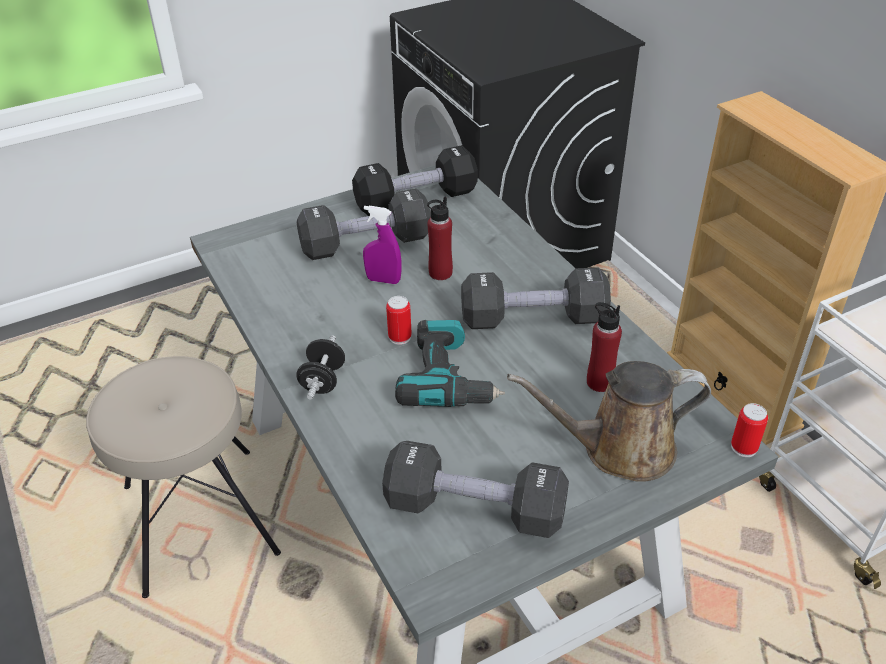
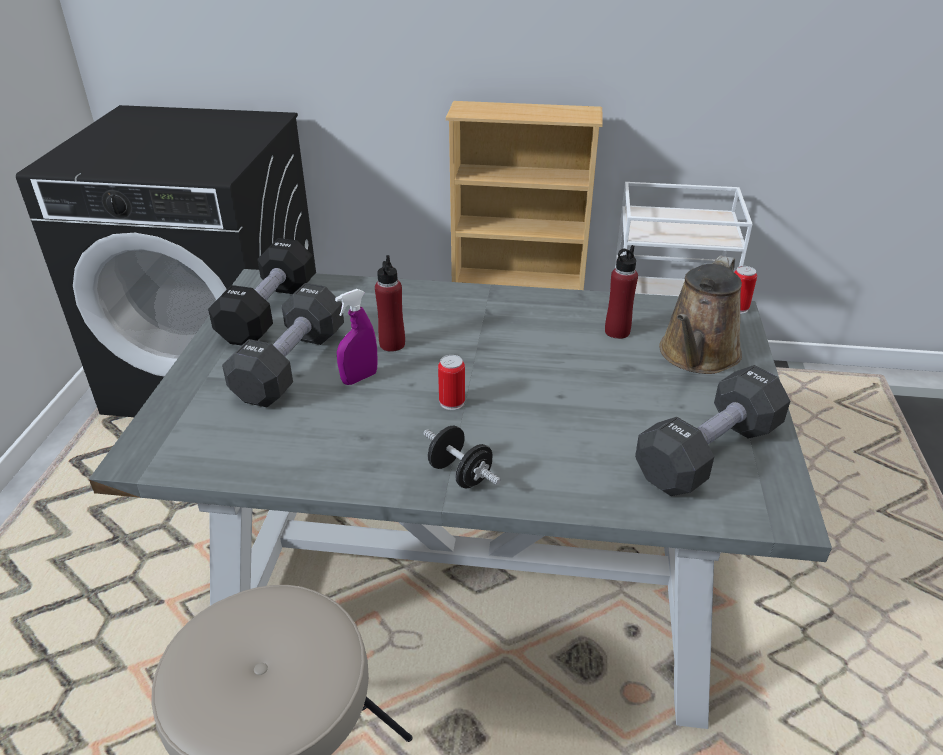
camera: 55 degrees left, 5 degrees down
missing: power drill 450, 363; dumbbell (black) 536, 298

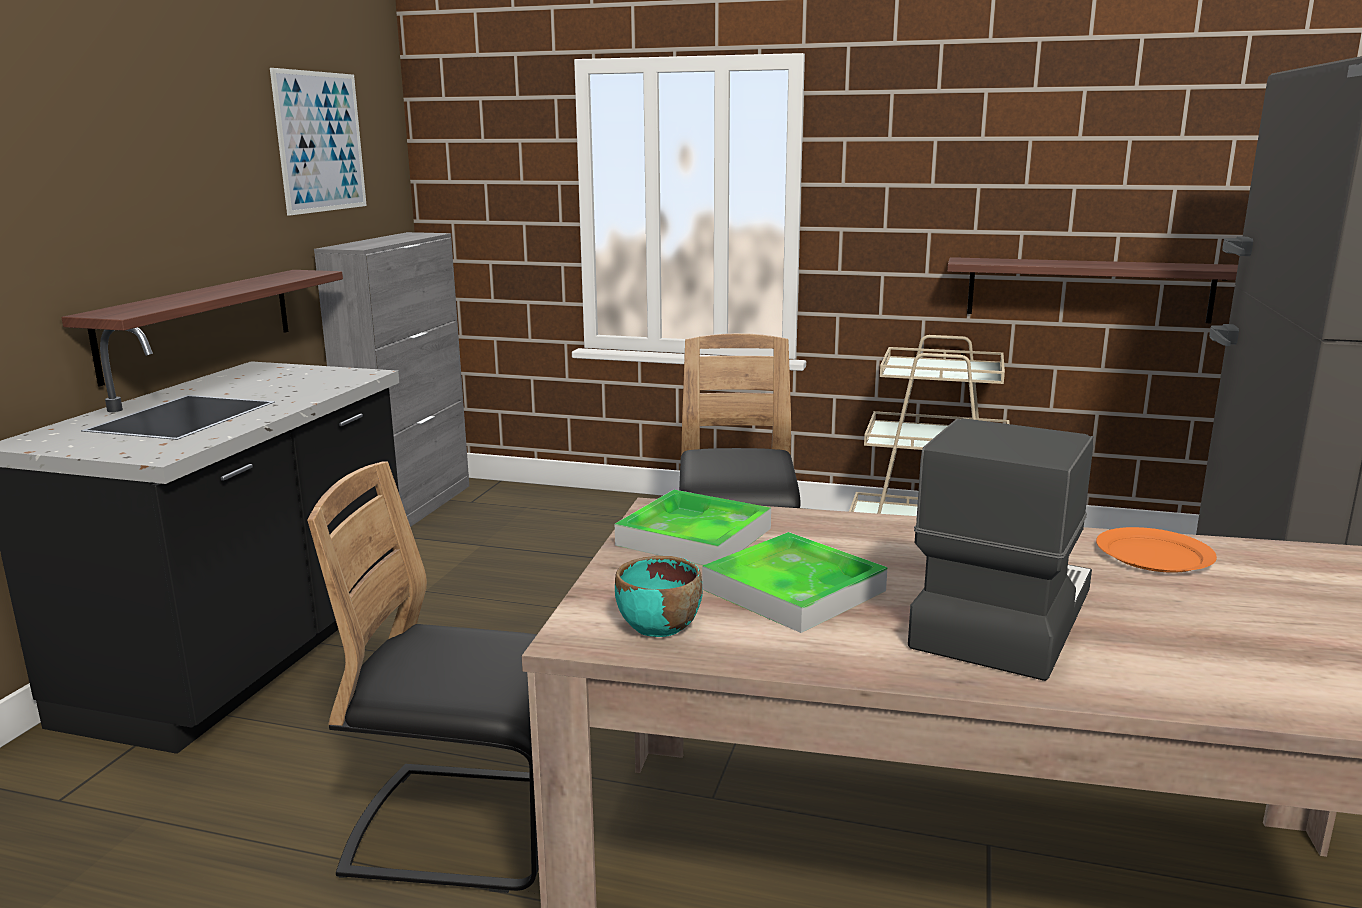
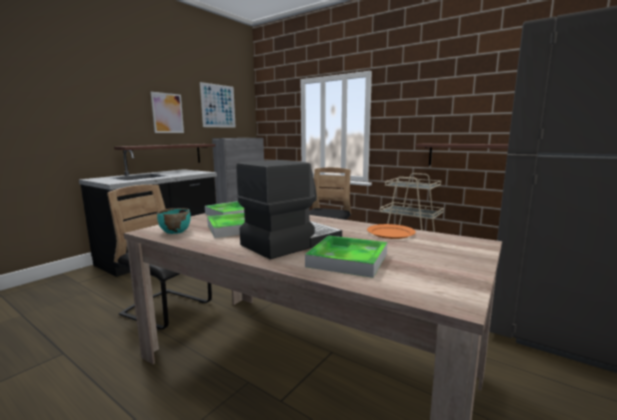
camera: 20 degrees right, 5 degrees down
appeared: wall picture 167, 112; serving tray 346, 257

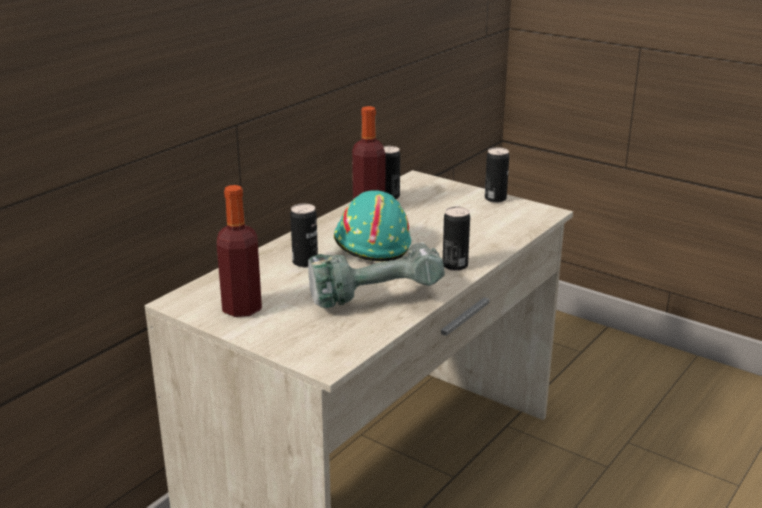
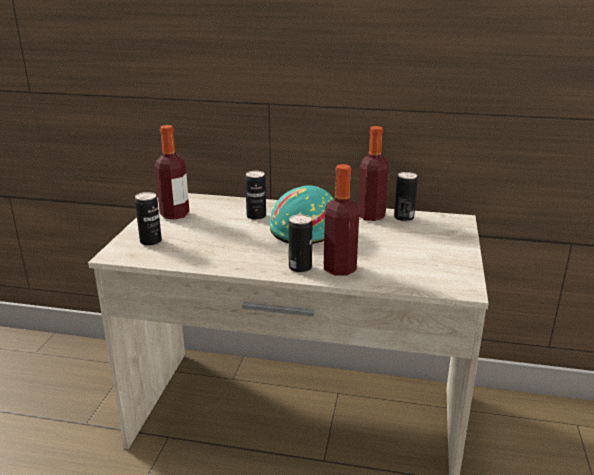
camera: 65 degrees right, 0 degrees up
missing: power drill 376, 275
appeared: bottle 341, 220
relocated: sealed can 497, 175 to 148, 219

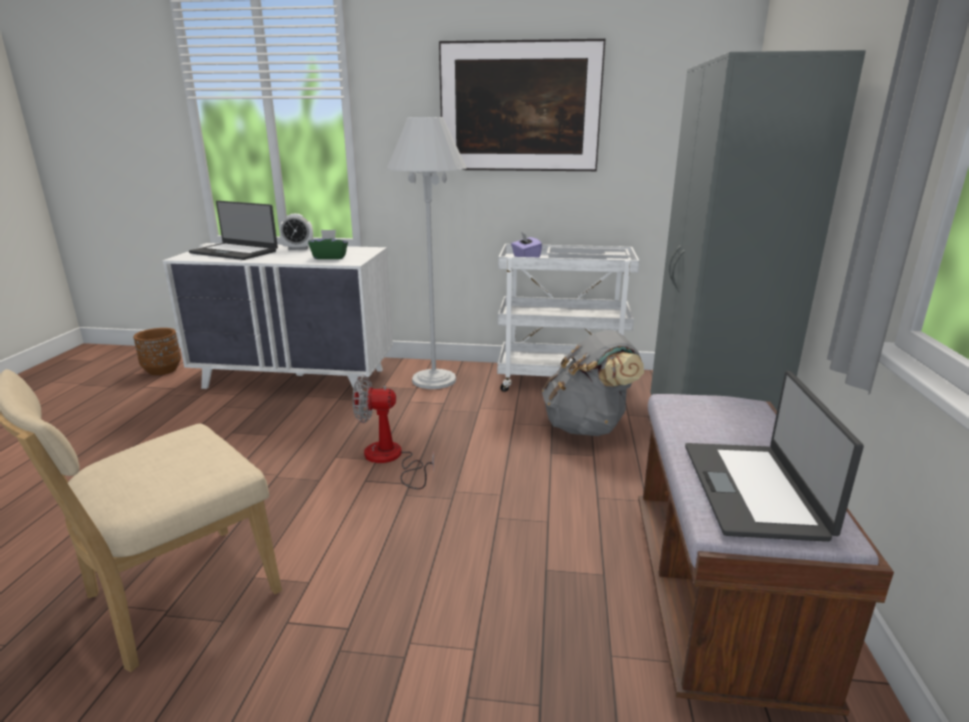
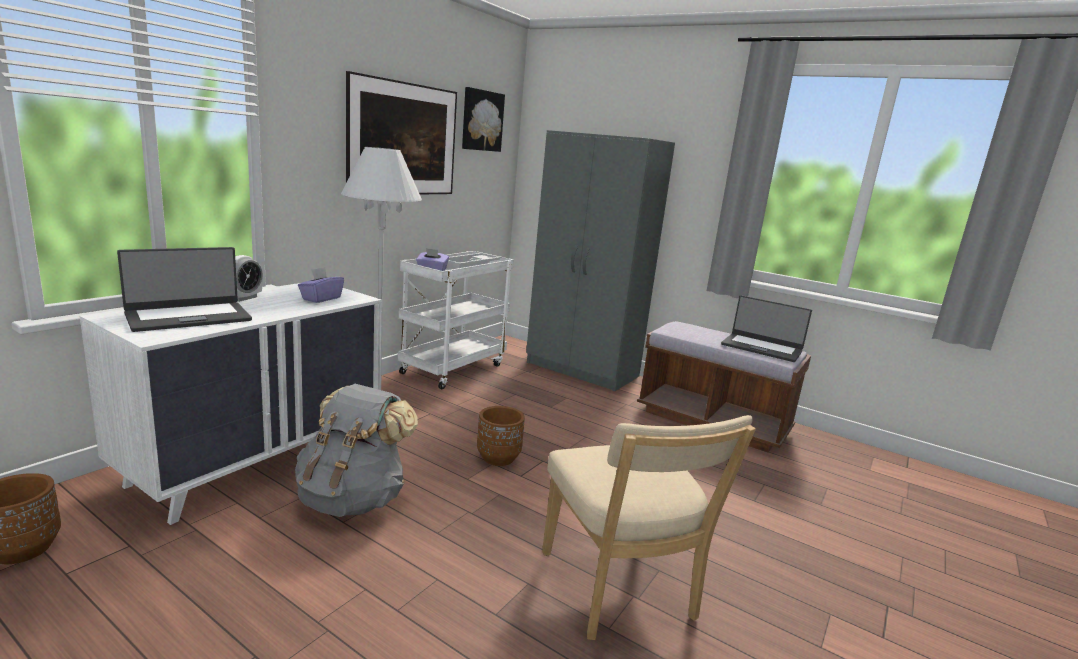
camera: 65 degrees left, 5 degrees down
appeared: wall picture 483, 119
relocated: backpack (grey) 593, 383 to 356, 450
exchanged: cooling fan 393, 432 to flower pot (brown) 501, 436
colour: box of tissues (green-coloured) 328, 244 to box of tissues (purple-coloured) 321, 285

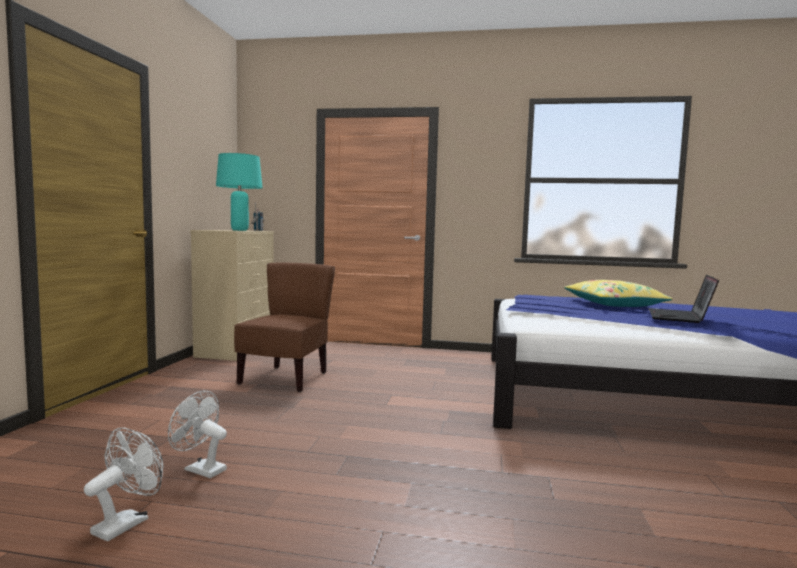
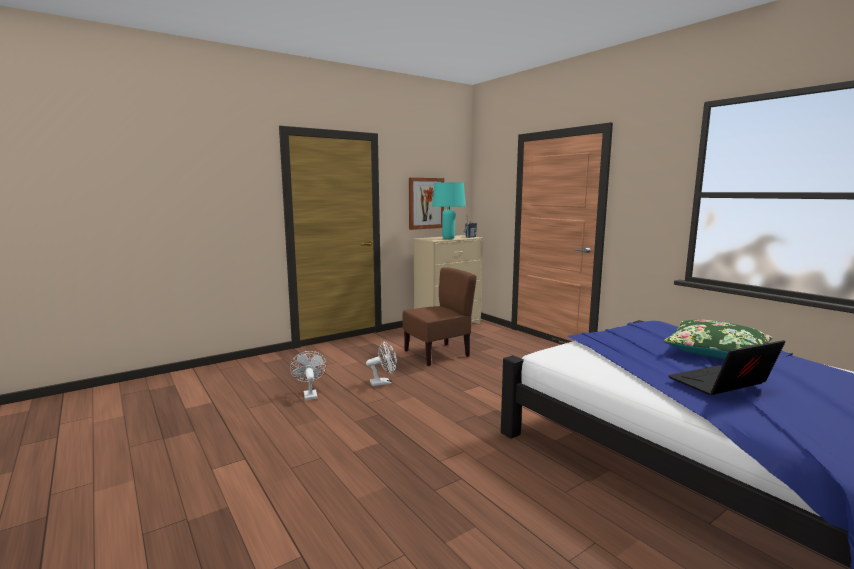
camera: 45 degrees right, 5 degrees up
appeared: wall picture 426, 204
relocated: cooling fan (white) 123, 484 to 381, 363
colour: cushion (yellowish) 618, 293 to cushion (green-coloured) 718, 340

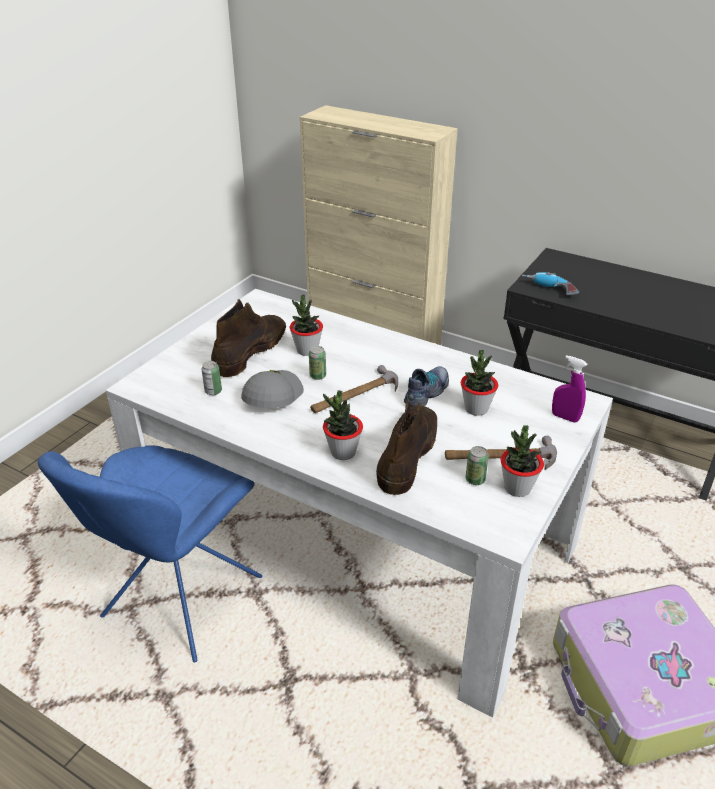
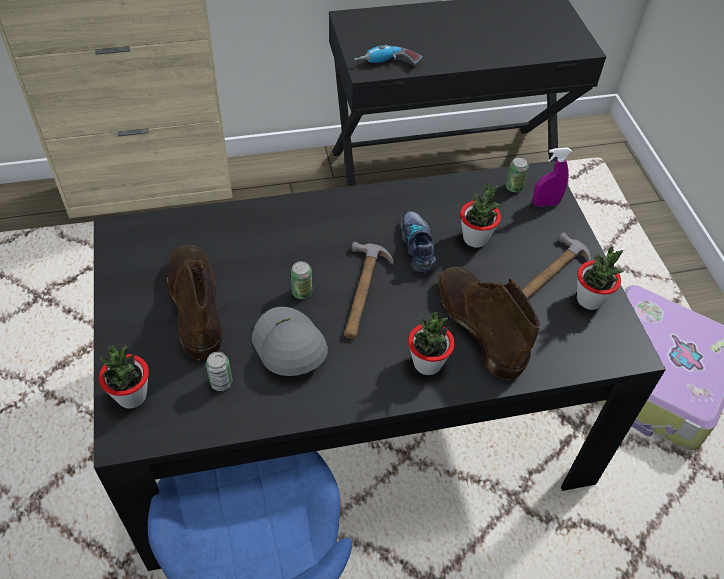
camera: 45 degrees left, 15 degrees up
relocated: houseplant 306, 325 to 124, 376; sealed can 477, 465 to 517, 174
colour: dining table (white) 359, 503 to dining table (black) 380, 366

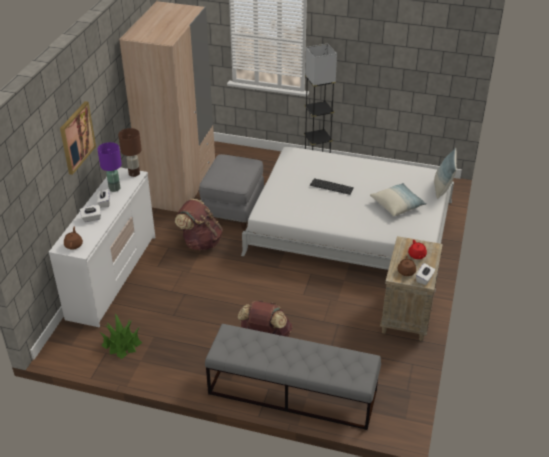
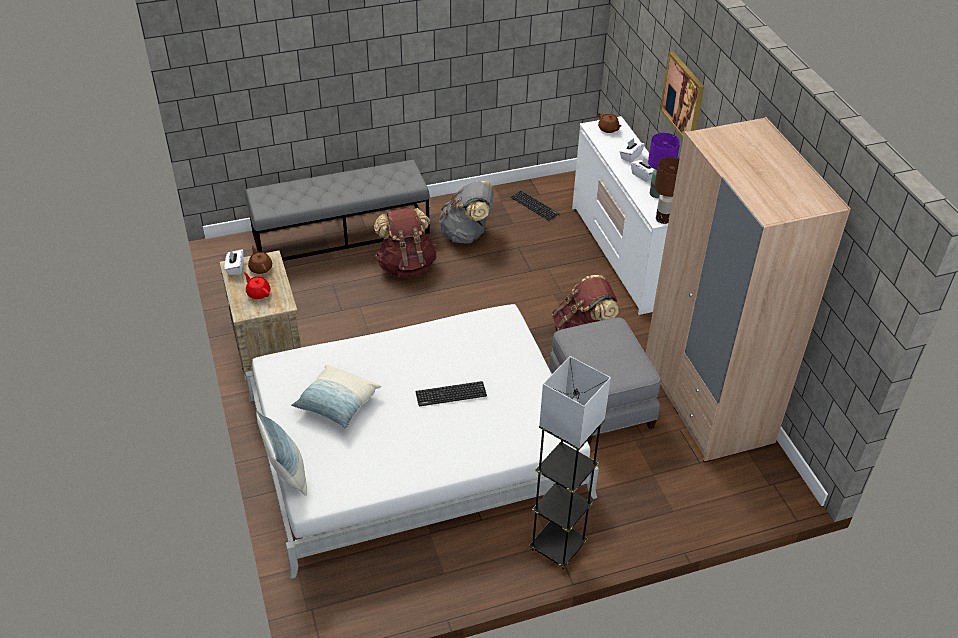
camera: 145 degrees right, 5 degrees up
appeared: backpack (grey) 466, 212
exchanged: houseplant 121, 336 to computer keyboard 535, 205

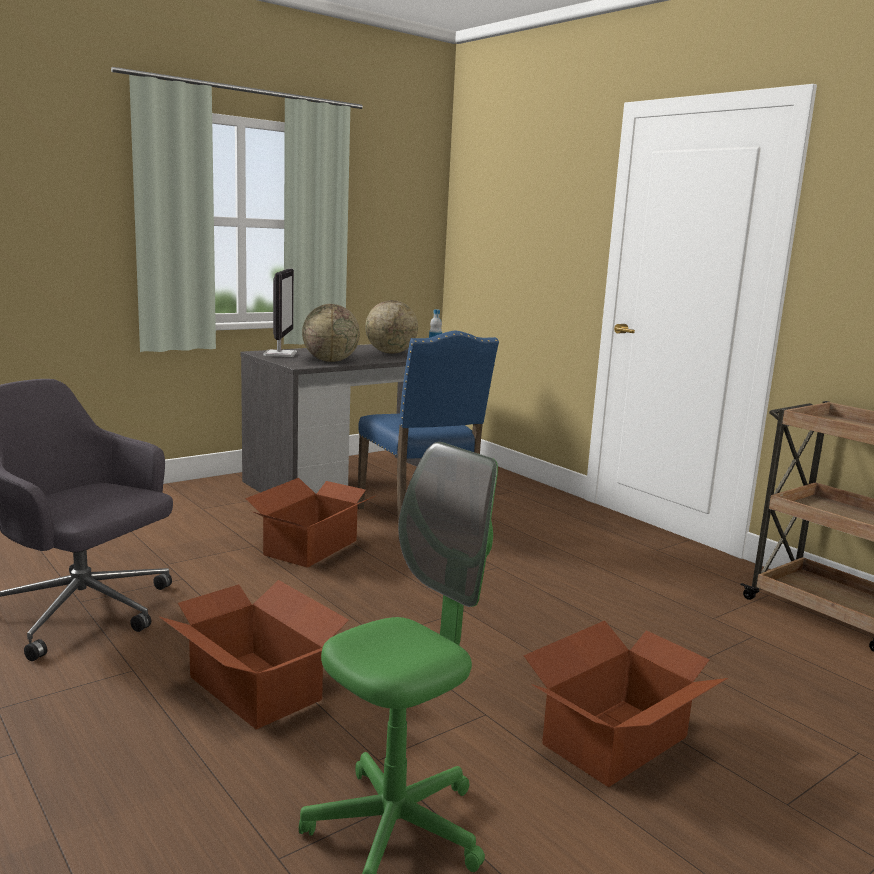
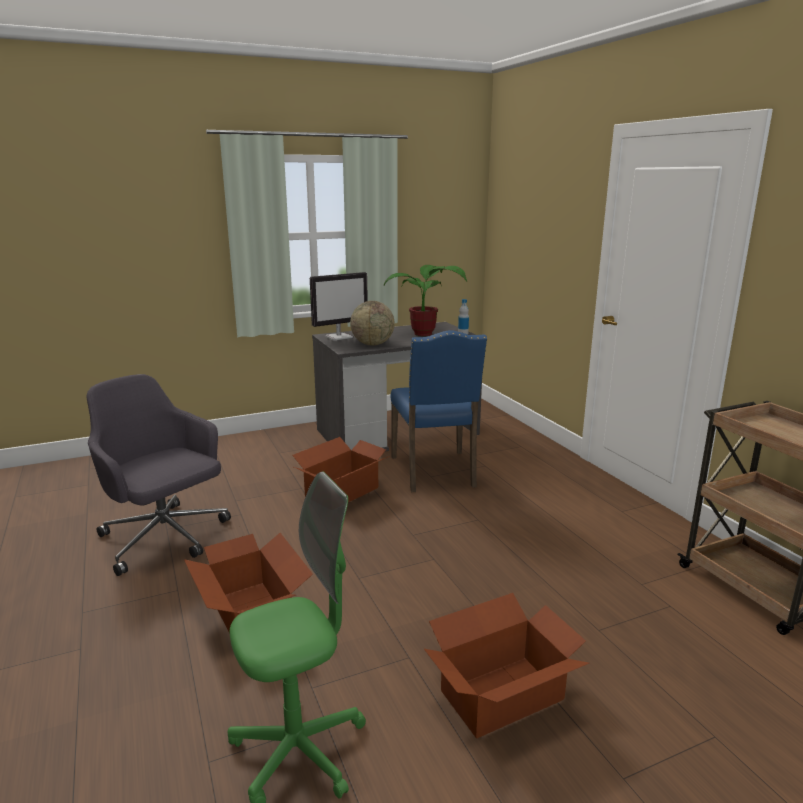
camera: 15 degrees right, 5 degrees up
exchanged: world globe 391, 327 to houseplant 425, 300
spun: computer display 280, 312 = 339, 306 45 degrees clockwise

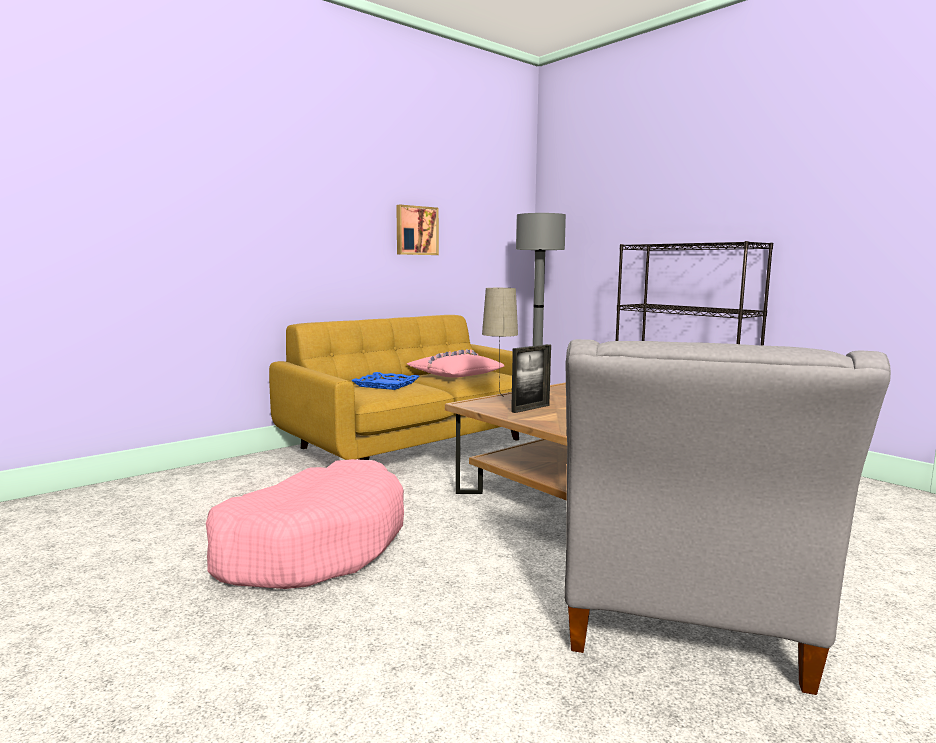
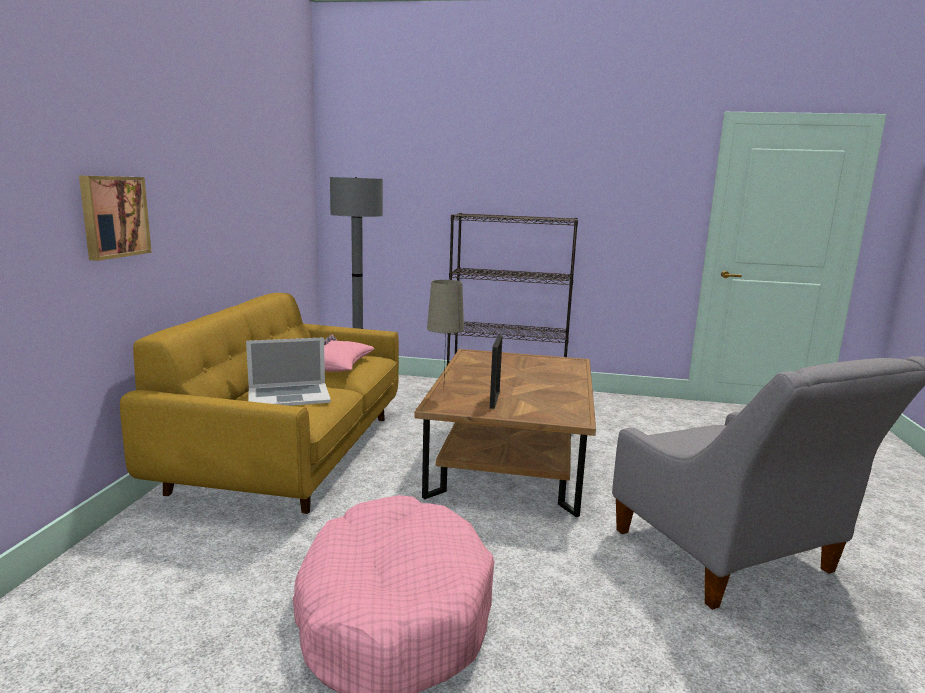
camera: 40 degrees left, 5 degrees up
relocated: wall picture 417, 230 to 115, 218
exchanged: serving tray (blue-coloured) 385, 381 to portable computer 288, 371

